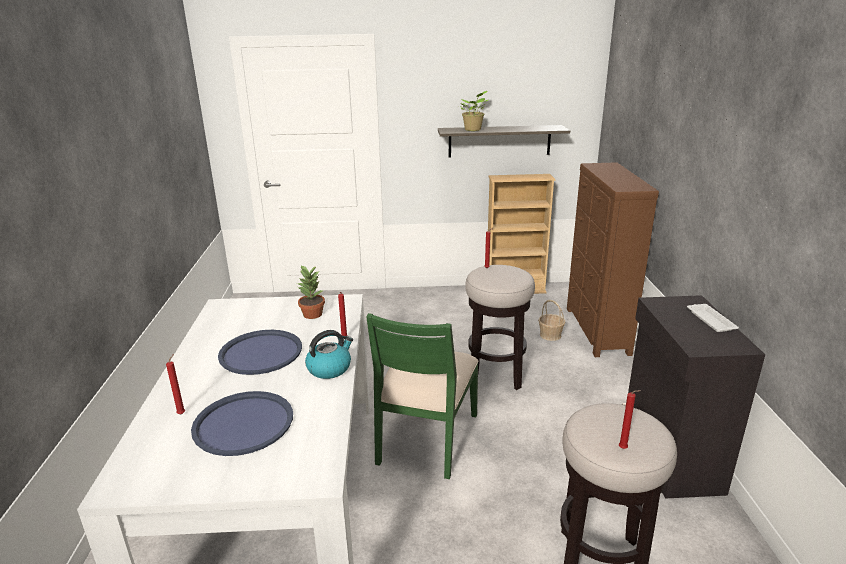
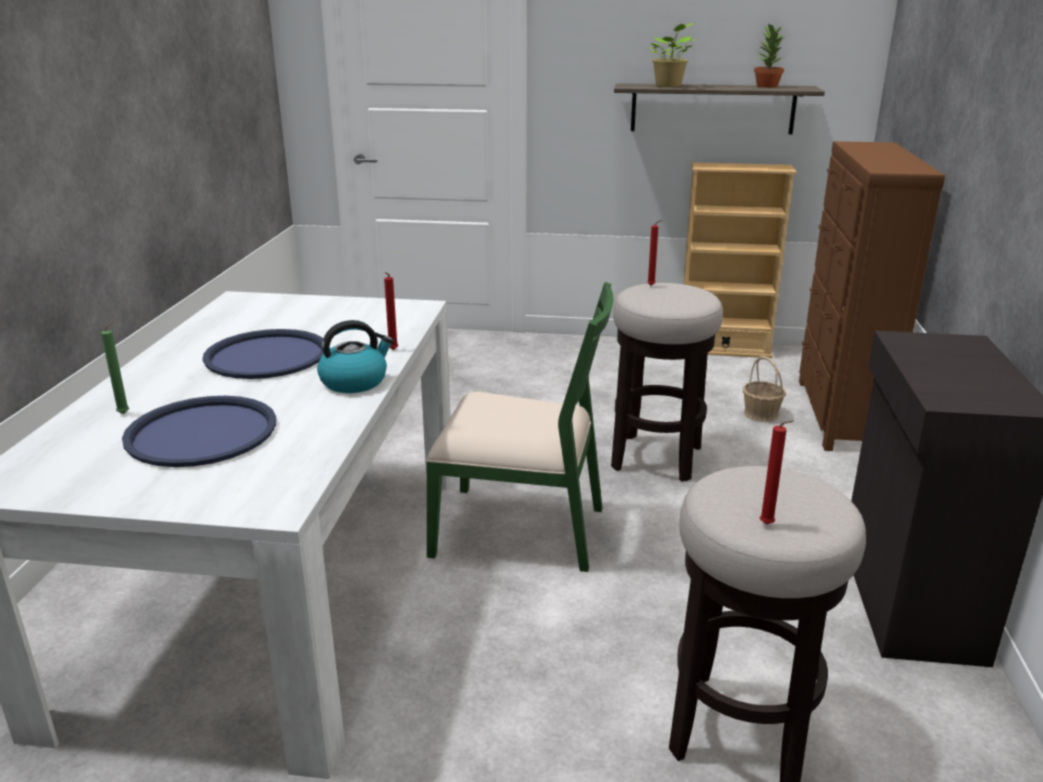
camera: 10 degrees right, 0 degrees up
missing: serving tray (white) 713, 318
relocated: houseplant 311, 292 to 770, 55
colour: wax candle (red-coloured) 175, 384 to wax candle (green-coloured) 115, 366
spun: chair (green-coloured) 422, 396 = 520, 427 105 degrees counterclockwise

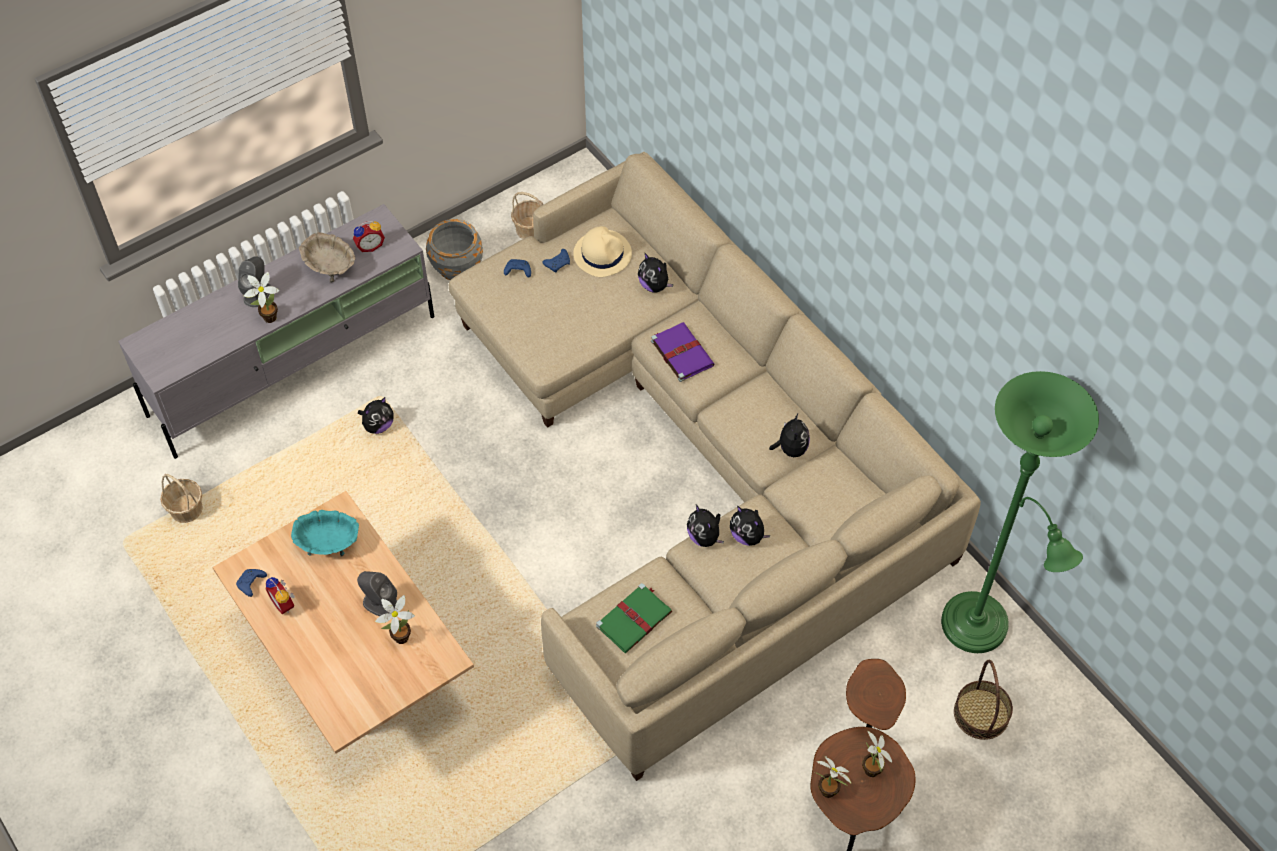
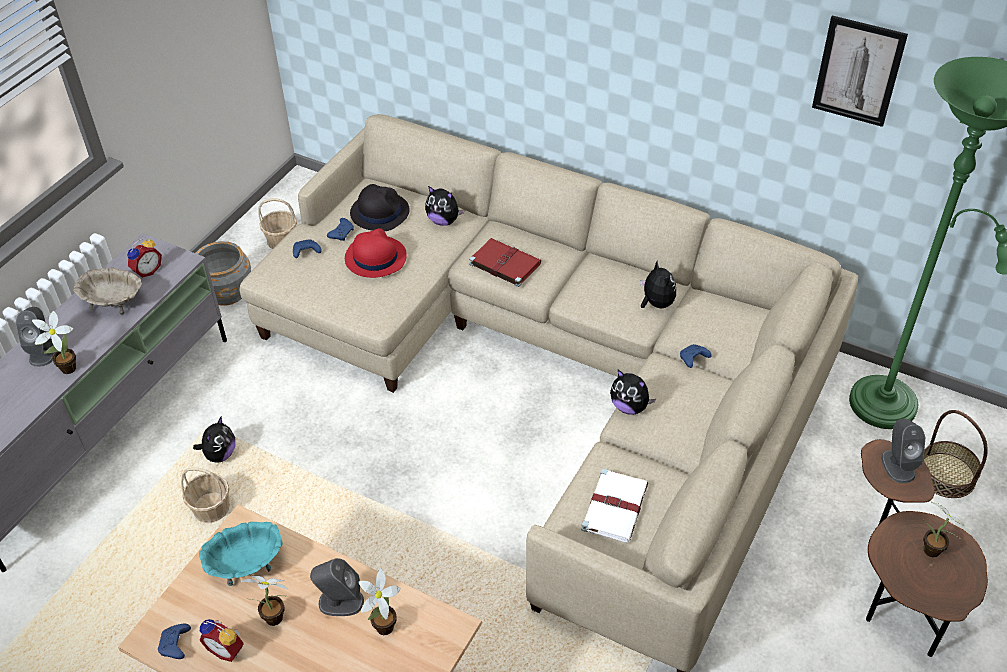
camera: 25 degrees left, 10 degrees down
missing: cuddly toy 750, 526
appeared: hat (red-coloured) 376, 253; gamepad (blue-coloured) 696, 356; wall picture 860, 71; loudspeaker (grey) 903, 451
relocated: storage basket 181, 498 to 205, 495; houseplant 833, 777 to 264, 600
colour: hat (beige) 602, 251 to hat (black) 380, 207; volume (green-coloured) 634, 618 to volume (white) 614, 506; volume (purple-coloured) 682, 352 to volume (red-coloured) 505, 262

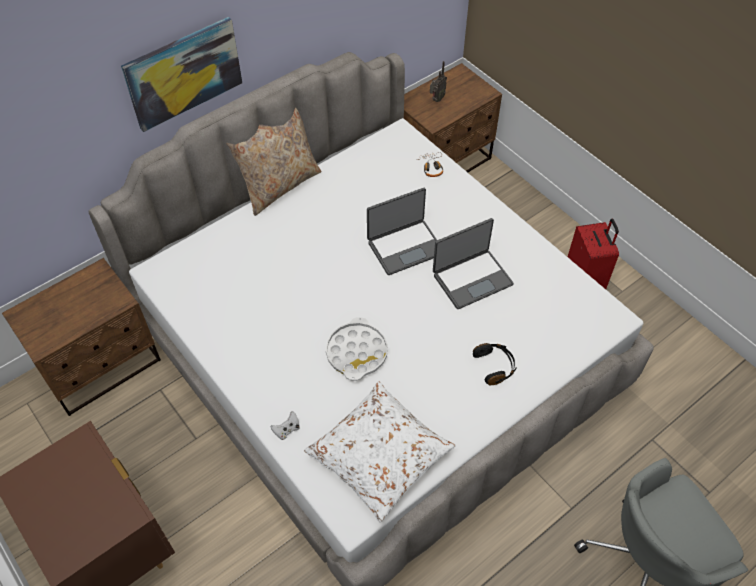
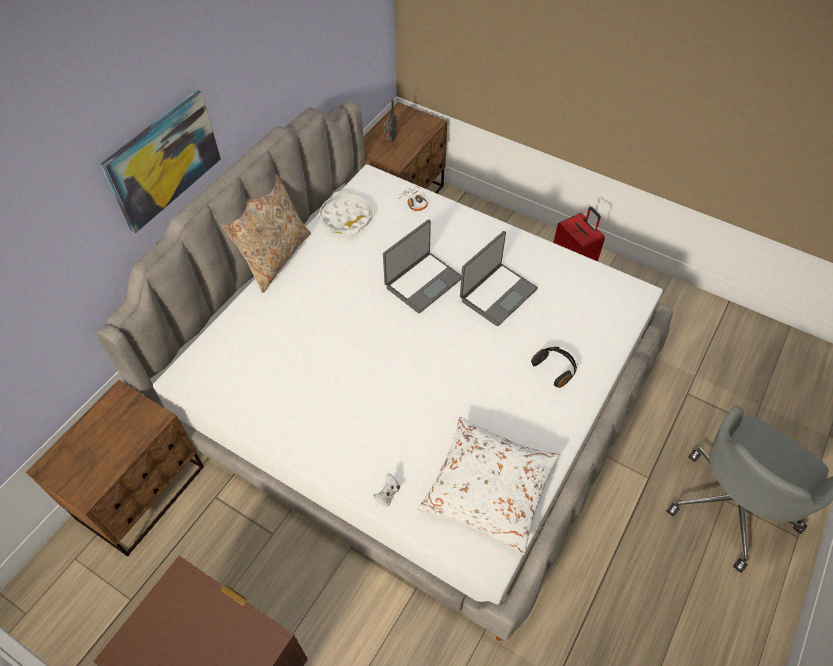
camera: 20 degrees left, 0 degrees up
relocated: serving tray (white) 357, 349 to 345, 213

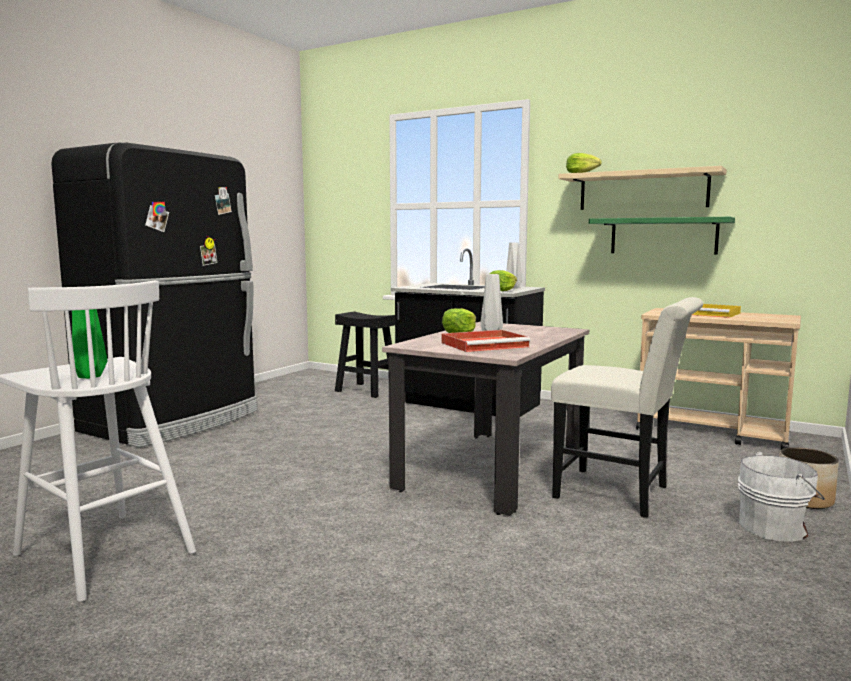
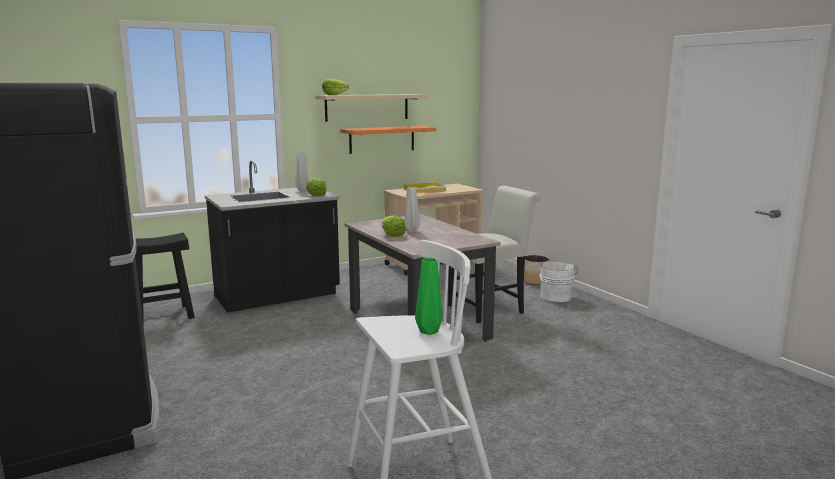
camera: 60 degrees left, 5 degrees up
missing: serving tray (red-coloured) 486, 341
colour: wall shelf (green-coloured) 662, 235 to wall shelf (orange-coloured) 388, 140

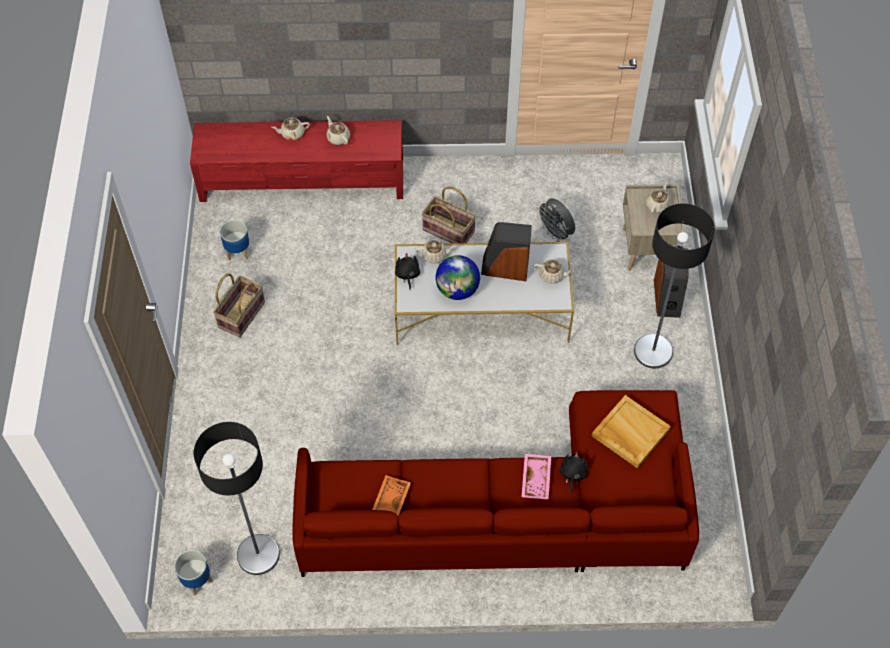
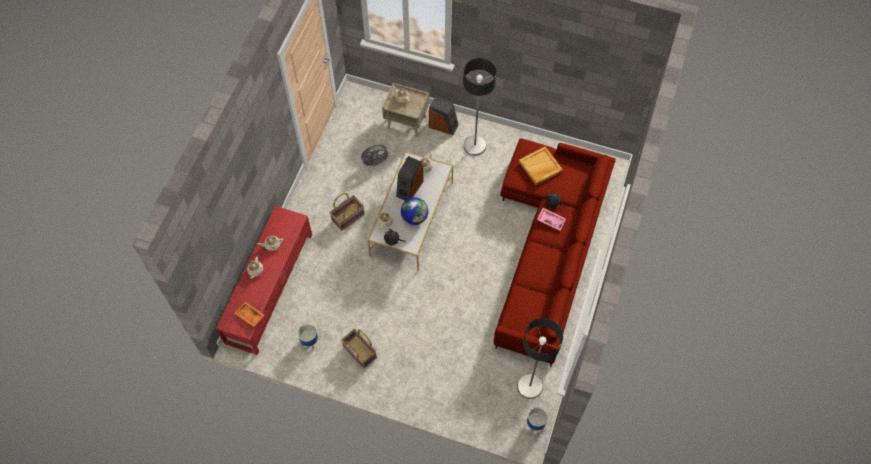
camera: 70 degrees left, 5 degrees up
relocated: serving tray (orange-coloured) 391, 495 to 250, 314

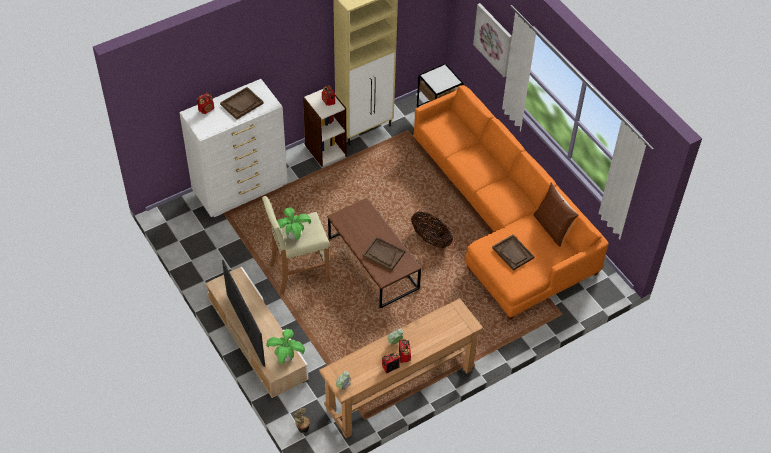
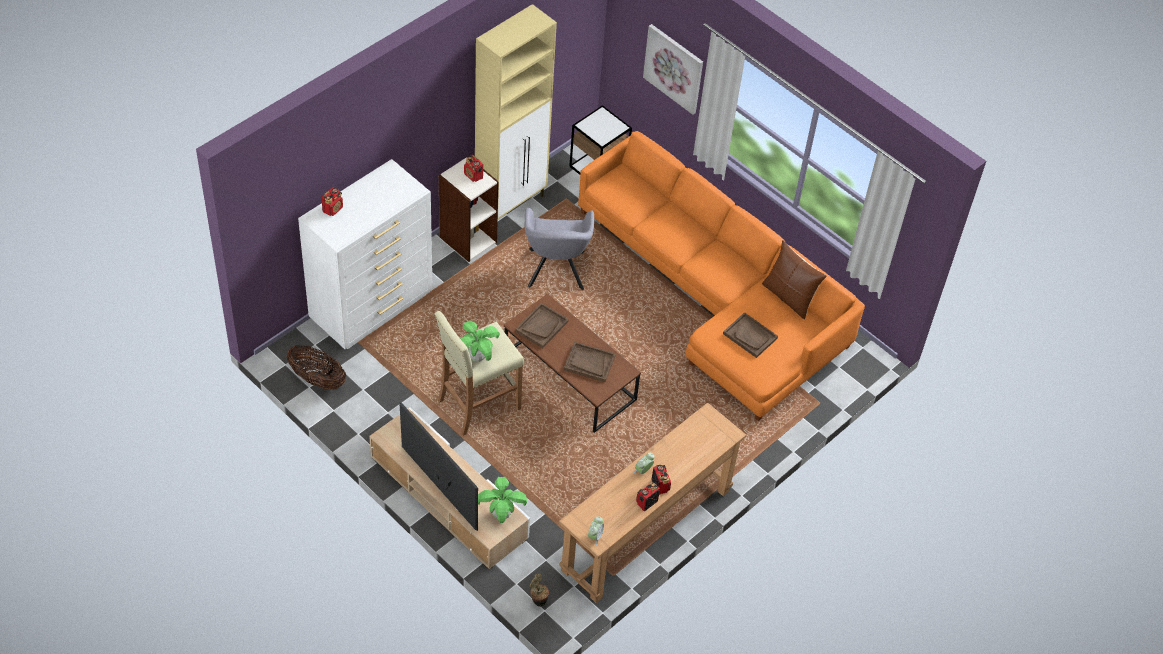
camera: 15 degrees left, 0 degrees up
appeared: easy chair (grey) 559, 249
relocated: serving tray (brown) 242, 103 to 542, 325; storage basket 432, 229 to 316, 367

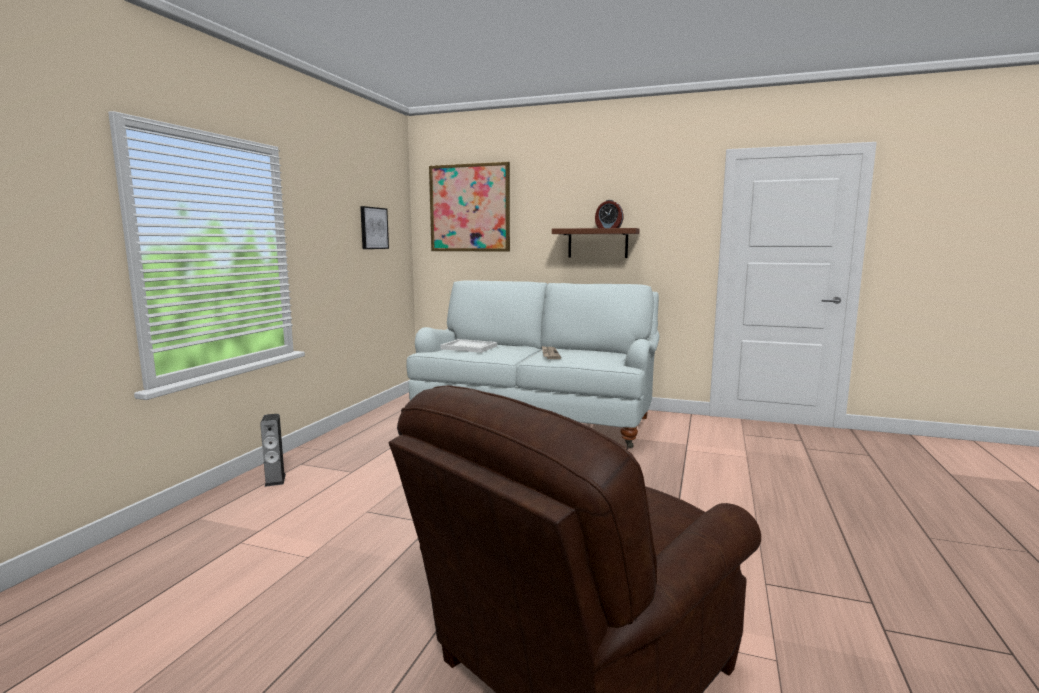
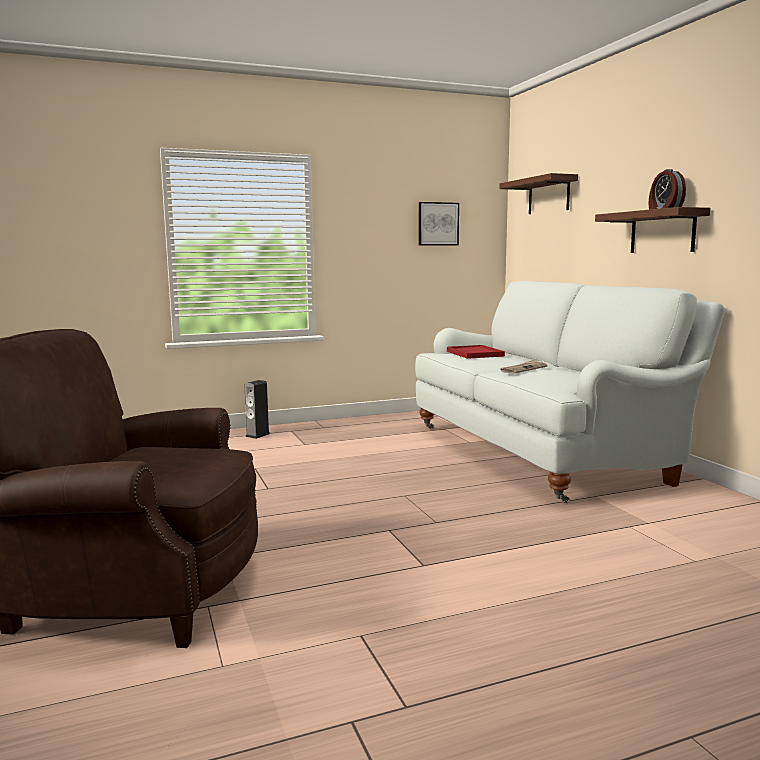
camera: 50 degrees right, 0 degrees up
exchanged: wall picture 469, 207 to wall shelf (brown) 538, 193
colour: serving tray (white) 469, 346 to serving tray (red-coloured) 476, 352

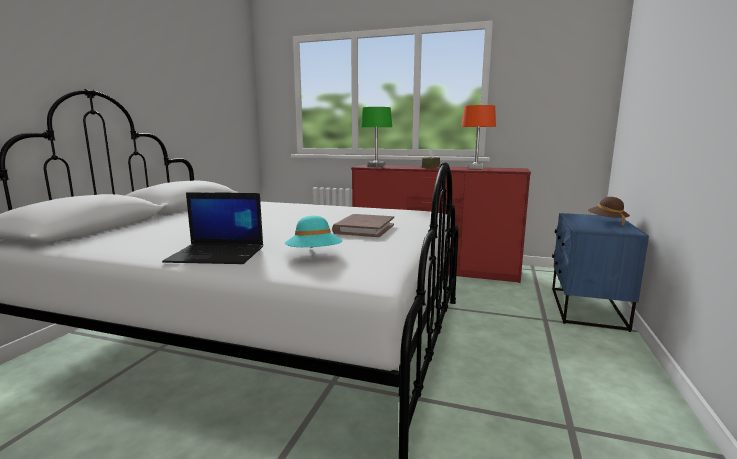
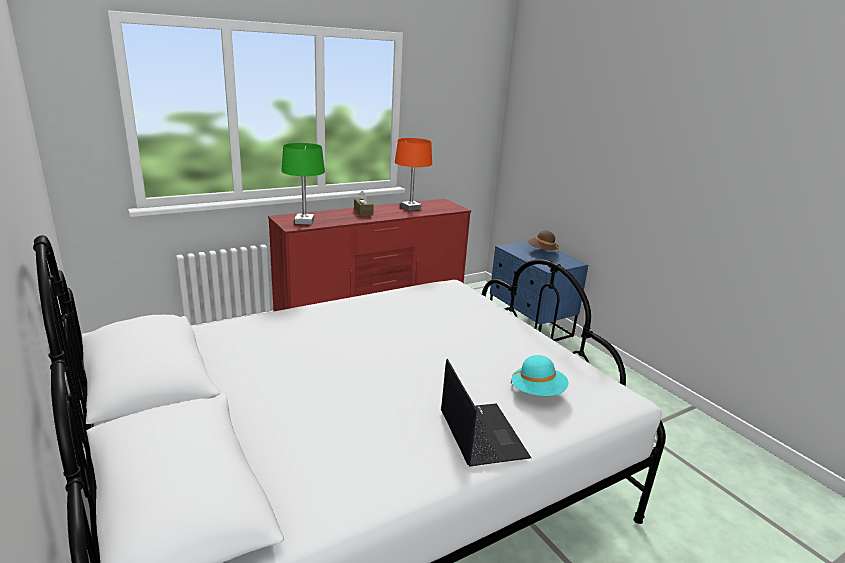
camera: 50 degrees left, 10 degrees up
missing: volume (brown) 363, 225
spun: portable computer 212, 228 = 486, 413 60 degrees counterclockwise

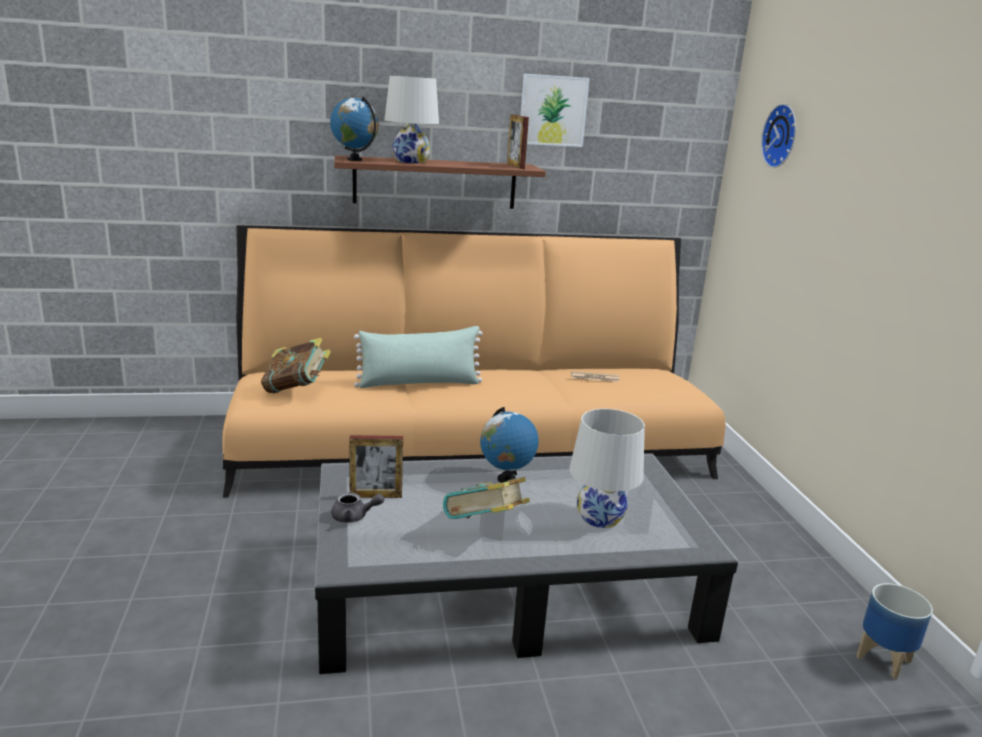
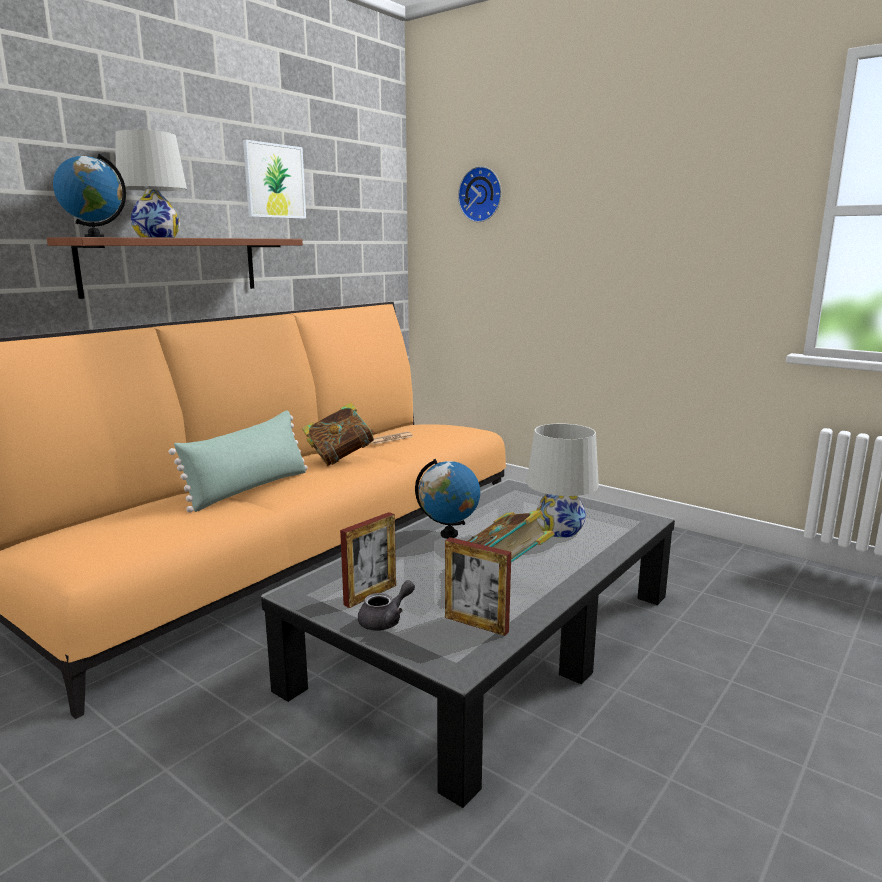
camera: 40 degrees left, 5 degrees down
missing: flower pot 894, 631
relocated: volume 296, 365 to 339, 434; standing frame 518, 141 to 478, 586

